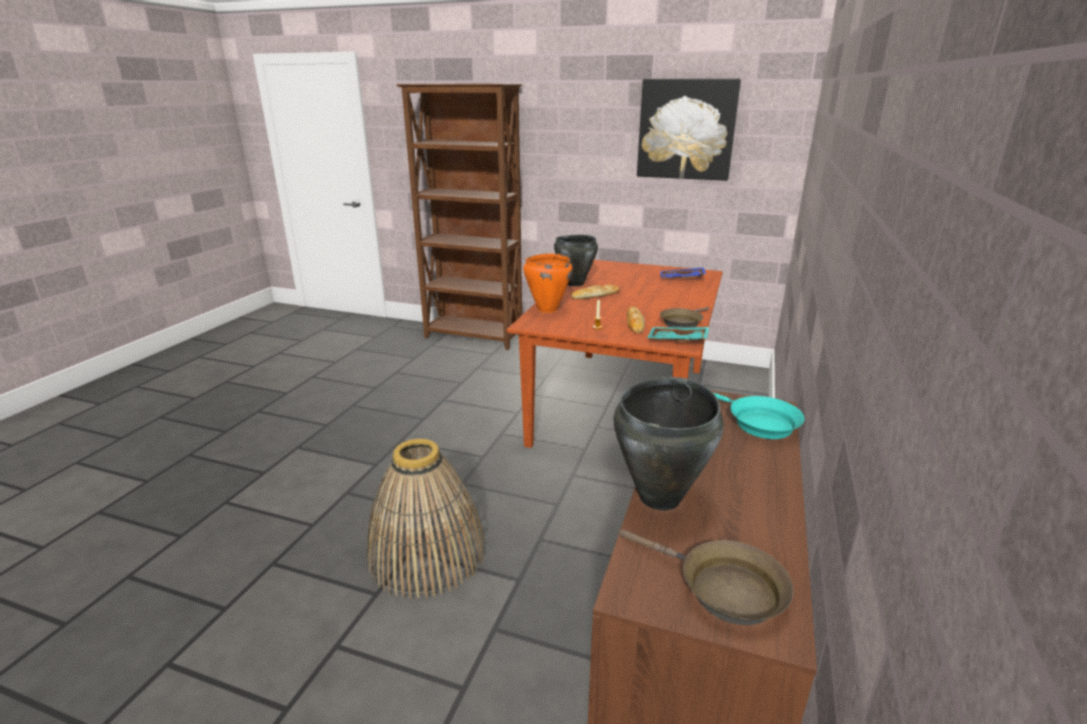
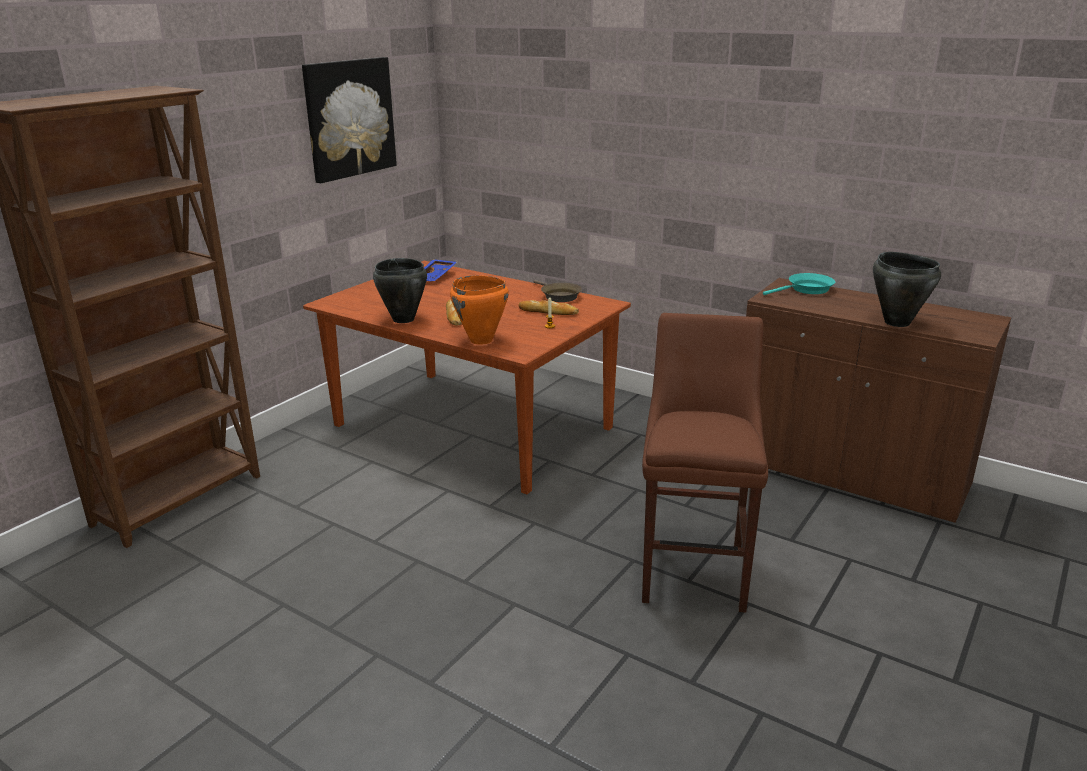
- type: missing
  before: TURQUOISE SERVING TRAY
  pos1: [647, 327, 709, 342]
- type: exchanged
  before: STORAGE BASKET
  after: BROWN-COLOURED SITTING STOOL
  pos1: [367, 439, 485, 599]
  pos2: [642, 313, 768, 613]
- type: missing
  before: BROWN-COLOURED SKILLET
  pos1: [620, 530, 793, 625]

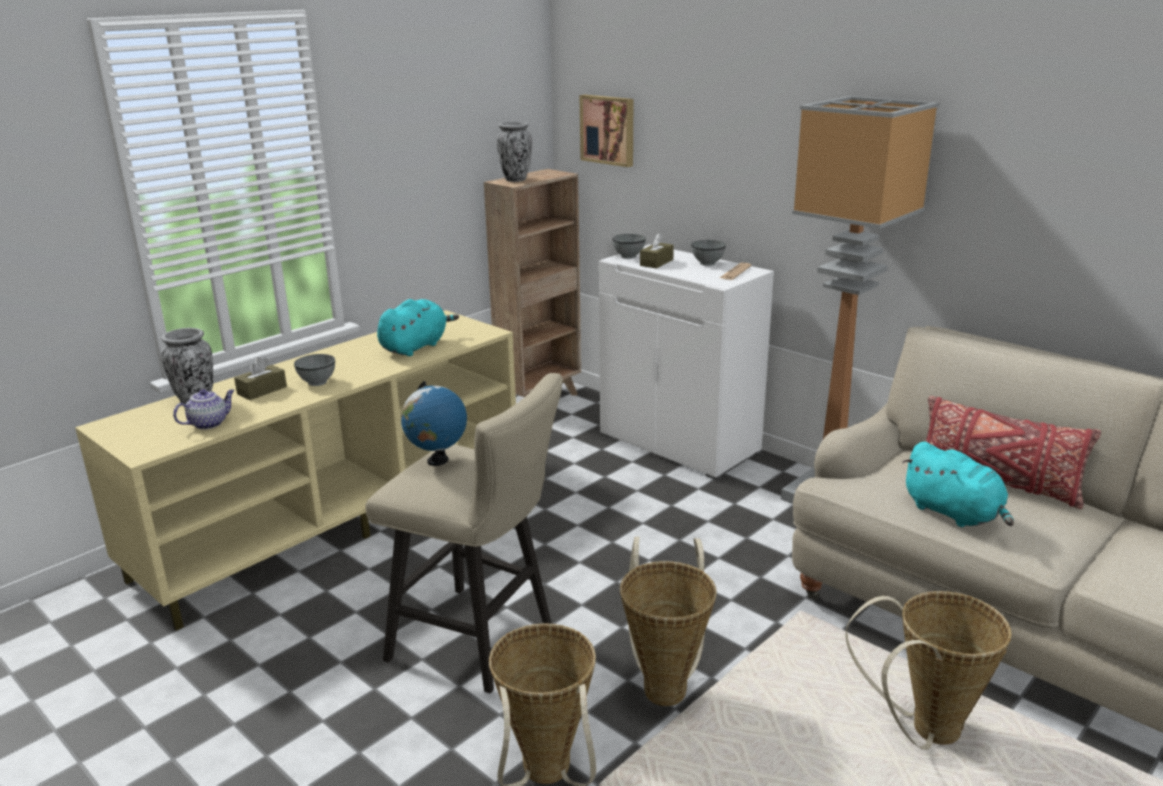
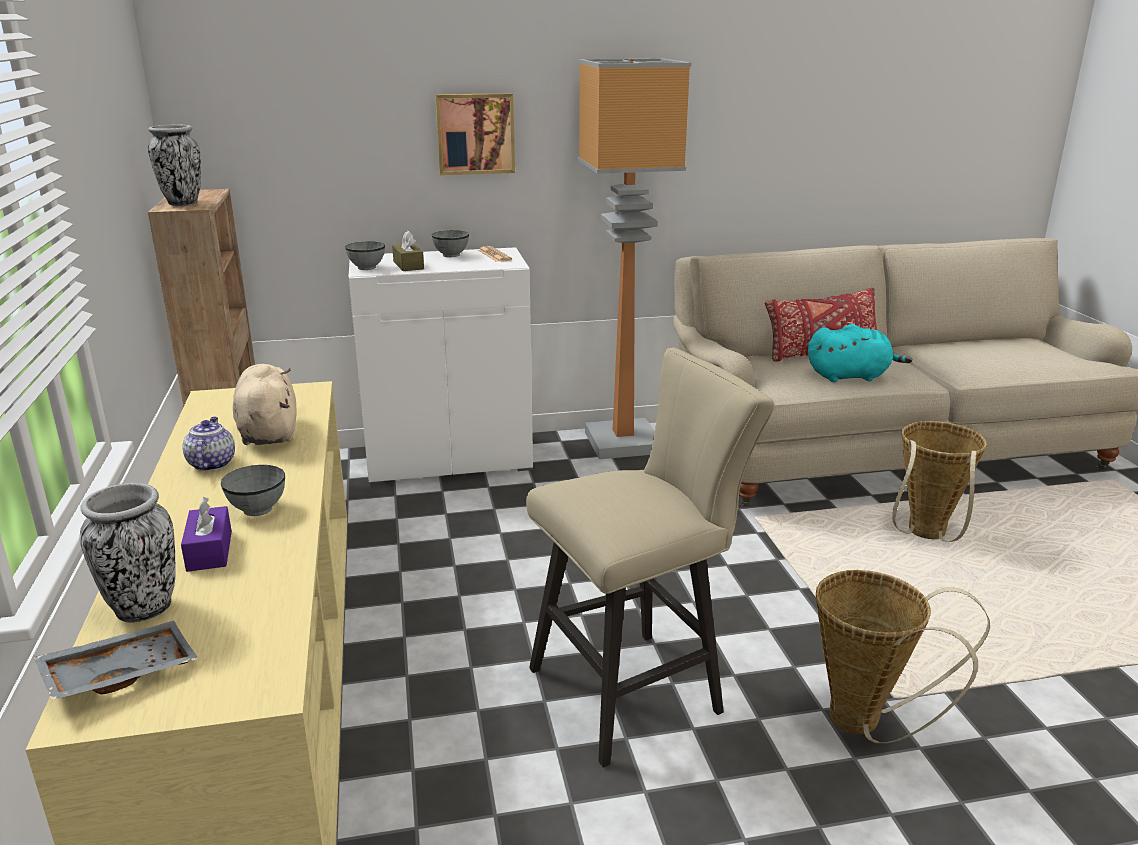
- type: relocated
  before: PICTURE
  pos1: [580, 95, 633, 167]
  pos2: [435, 93, 515, 175]
- type: colour
  before: TURQUOISE PLUSH TOY
  after: BEIGE PLUSH TOY
  pos1: [377, 299, 459, 356]
  pos2: [233, 364, 297, 445]
- type: colour
  before: BROWN-COLOURED BOX OF TISSUES
  after: PURPLISH BOX OF TISSUES
  pos1: [234, 357, 287, 400]
  pos2: [181, 497, 232, 572]
- type: missing
  before: WORLD GLOBE
  pos1: [401, 381, 467, 466]
- type: relocated
  before: TEAPOT
  pos1: [173, 389, 235, 430]
  pos2: [182, 417, 235, 471]
- type: missing
  before: STORAGE BASKET
  pos1: [620, 536, 717, 706]
- type: appeared
  after: GREY SERVING TRAY
  pos2: [34, 621, 198, 700]

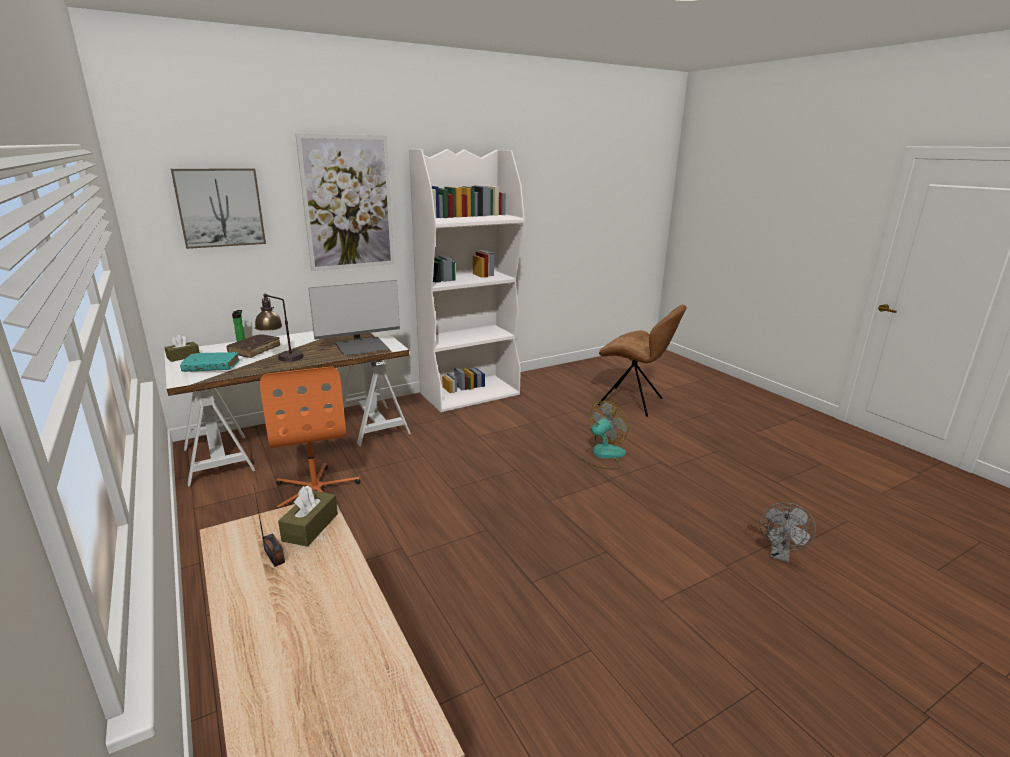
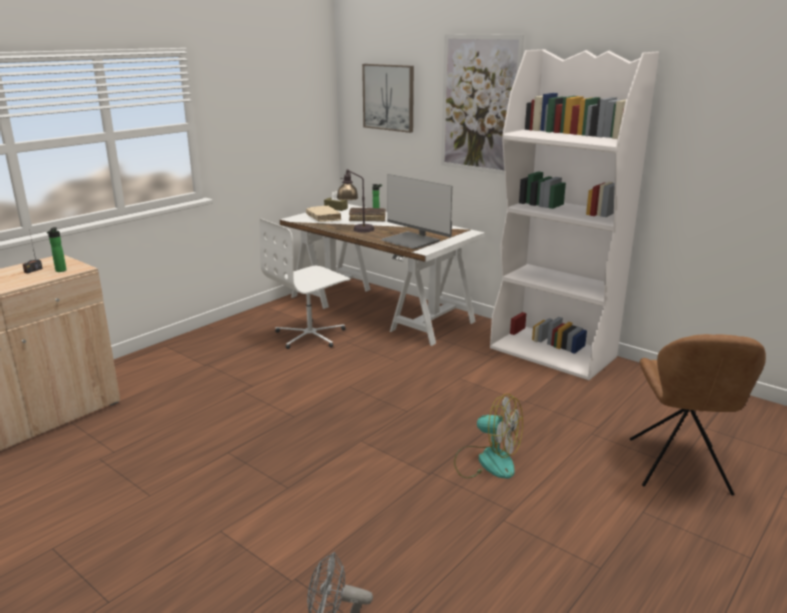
- type: colour
  before: TURQUOISE VOLUME
  after: BEIGE VOLUME
  pos1: [180, 352, 240, 372]
  pos2: [306, 205, 341, 222]
- type: colour
  before: ORANGE-COLOURED COMPUTER CHAIR
  after: WHITISH COMPUTER CHAIR
  pos1: [260, 366, 360, 509]
  pos2: [259, 219, 350, 349]
- type: exchanged
  before: BROWN-COLOURED BOX OF TISSUES
  after: BEVERAGE BOTTLE
  pos1: [278, 486, 338, 547]
  pos2: [47, 227, 67, 272]

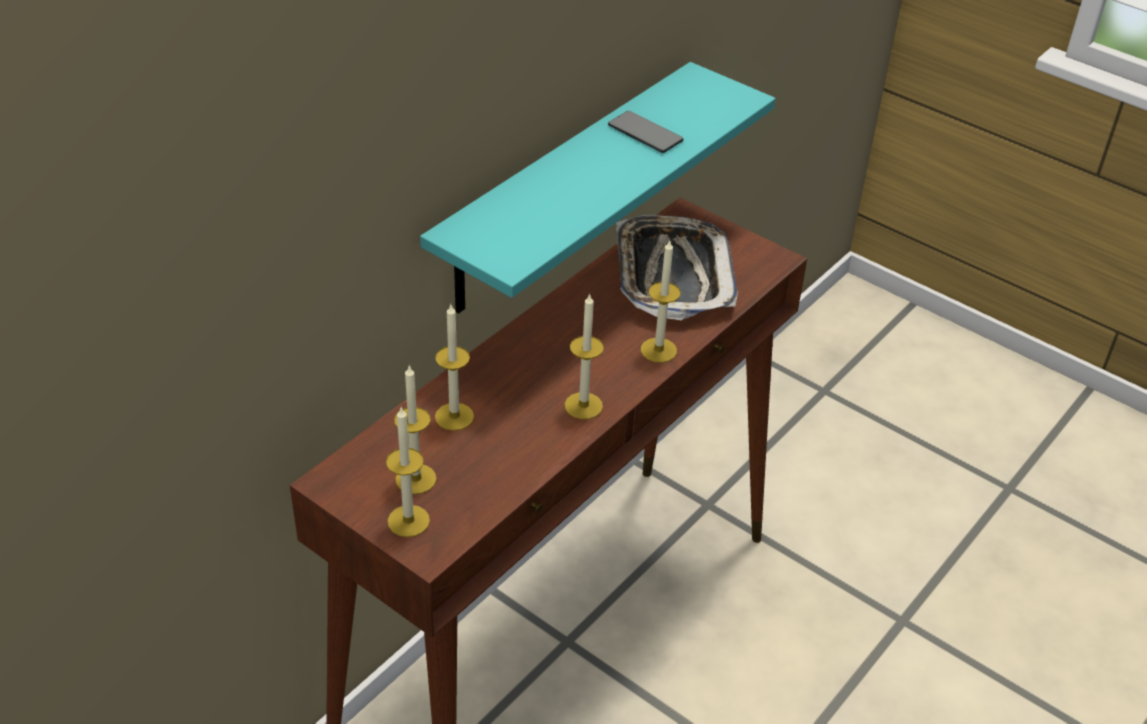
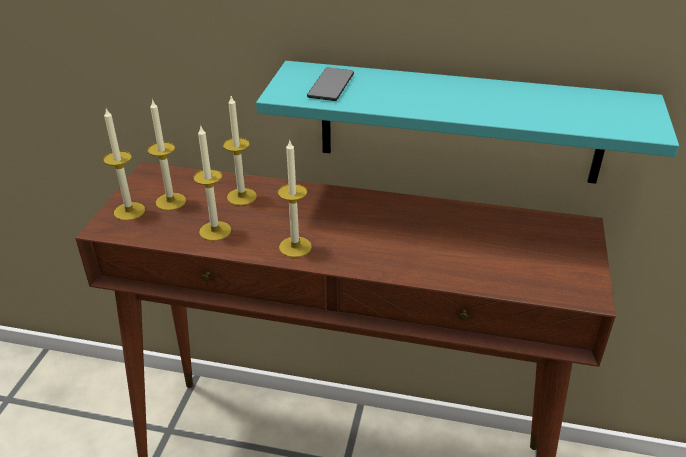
- type: relocated
  before: HANDSET
  pos1: [608, 111, 683, 153]
  pos2: [307, 68, 354, 101]
- type: missing
  before: SERVING TRAY
  pos1: [617, 215, 738, 320]
- type: relocated
  before: WAX LIGHT
  pos1: [641, 239, 681, 363]
  pos2: [193, 126, 231, 241]

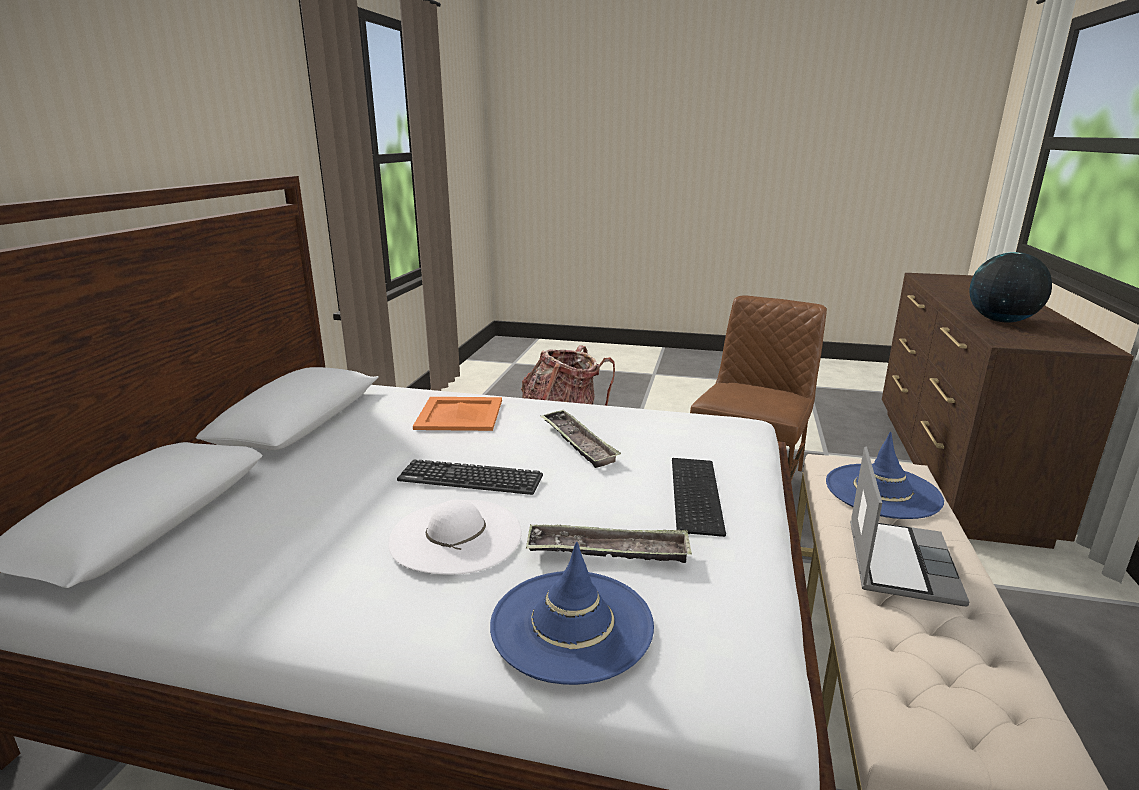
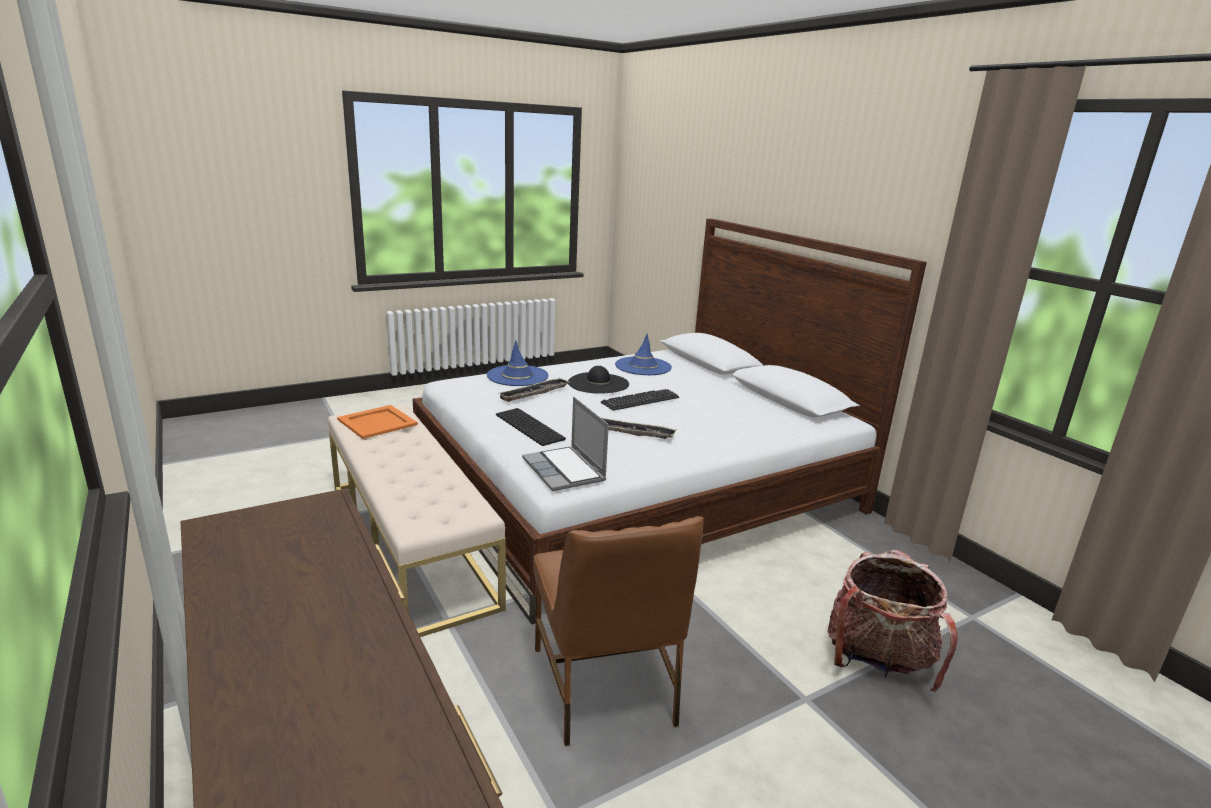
- type: missing
  before: WORLD GLOBE
  pos1: [969, 252, 1052, 323]
- type: relocated
  before: ORANGE-COLOURED SERVING TRAY
  pos1: [413, 397, 502, 431]
  pos2: [337, 405, 418, 439]
- type: relocated
  before: BLUE-COLOURED WEARABLE HAT
  pos1: [826, 432, 944, 519]
  pos2: [615, 334, 672, 375]
- type: relocated
  before: NOTEBOOK COMPUTER
  pos1: [850, 447, 969, 606]
  pos2: [522, 397, 609, 491]
- type: colour
  before: WHITISH WEARABLE HAT
  after: BLACK WEARABLE HAT
  pos1: [388, 499, 521, 575]
  pos2: [568, 366, 629, 394]

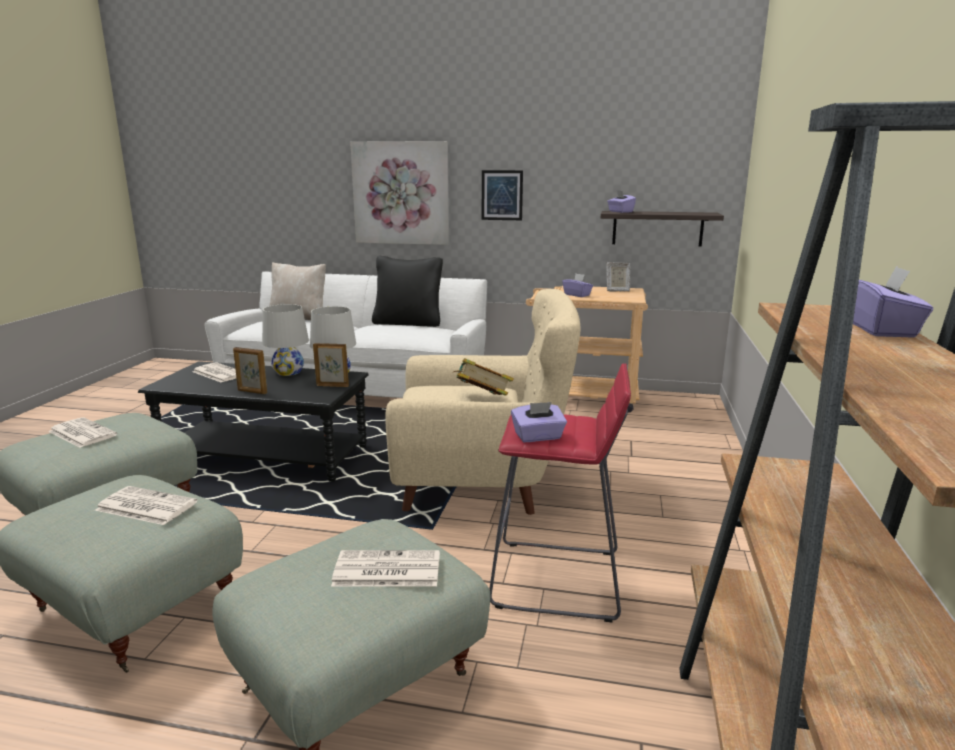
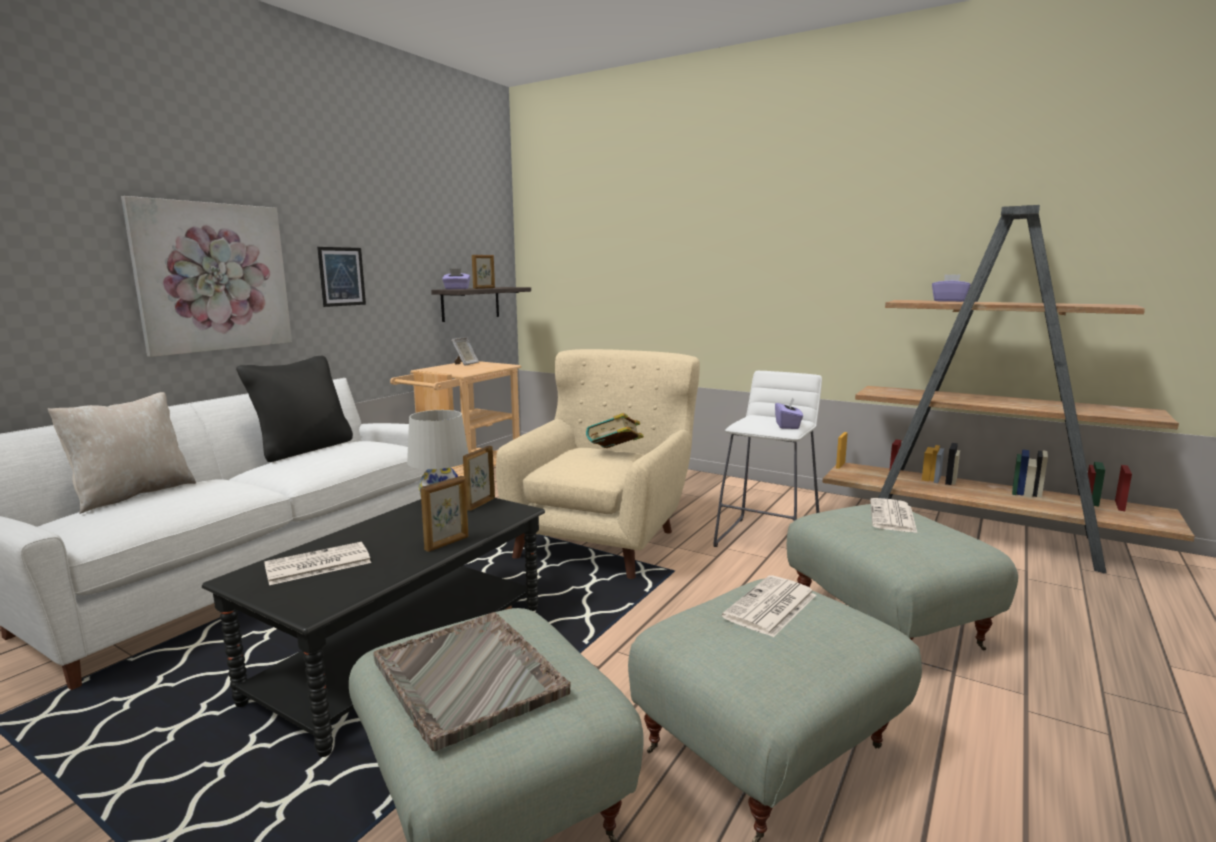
- type: missing
  before: PURPLISH BOX OF TISSUES
  pos1: [562, 274, 593, 297]
- type: missing
  before: WHITISH TABLETOP LAMP
  pos1: [262, 304, 309, 376]
- type: colour
  before: RED SITTING STOOL
  after: WHITISH SITTING STOOL
  pos1: [490, 363, 631, 622]
  pos2: [714, 371, 822, 547]
- type: exchanged
  before: PRINTED PAPER
  after: GREY SERVING TRAY
  pos1: [48, 418, 117, 448]
  pos2: [373, 612, 571, 751]
- type: appeared
  after: PICTURE FRAME
  pos2: [472, 255, 495, 289]

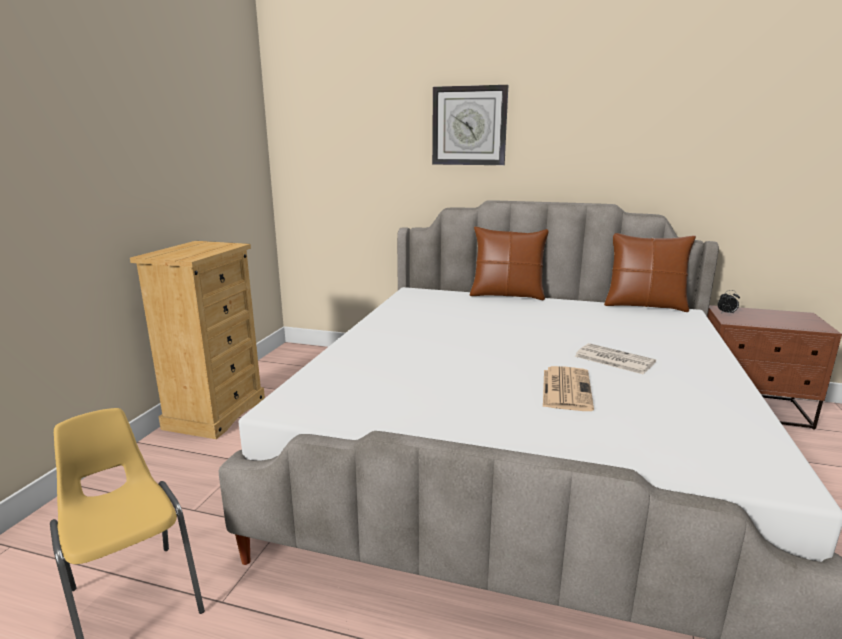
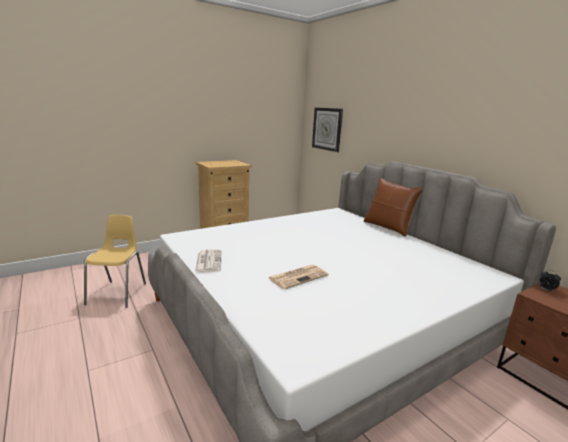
- type: relocated
  before: HANGING CLOCK
  pos1: [432, 85, 508, 165]
  pos2: [312, 107, 343, 152]
- type: missing
  before: BROWN-COLOURED PILLOW
  pos1: [604, 233, 696, 312]
- type: relocated
  before: PRINTED PAPER
  pos1: [575, 343, 656, 374]
  pos2: [195, 249, 221, 272]

